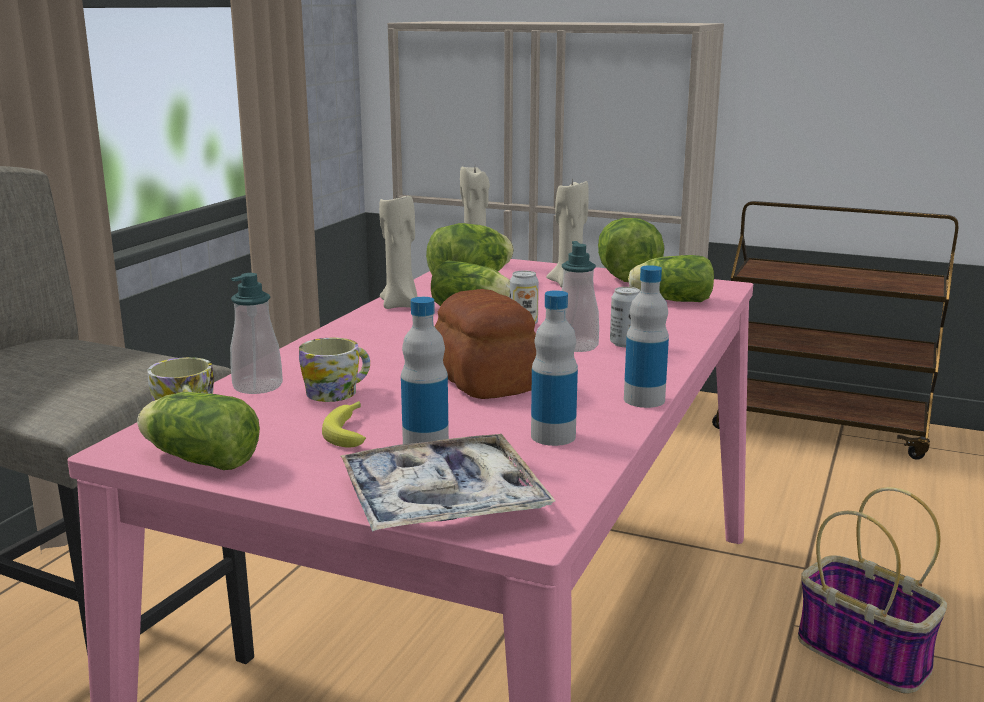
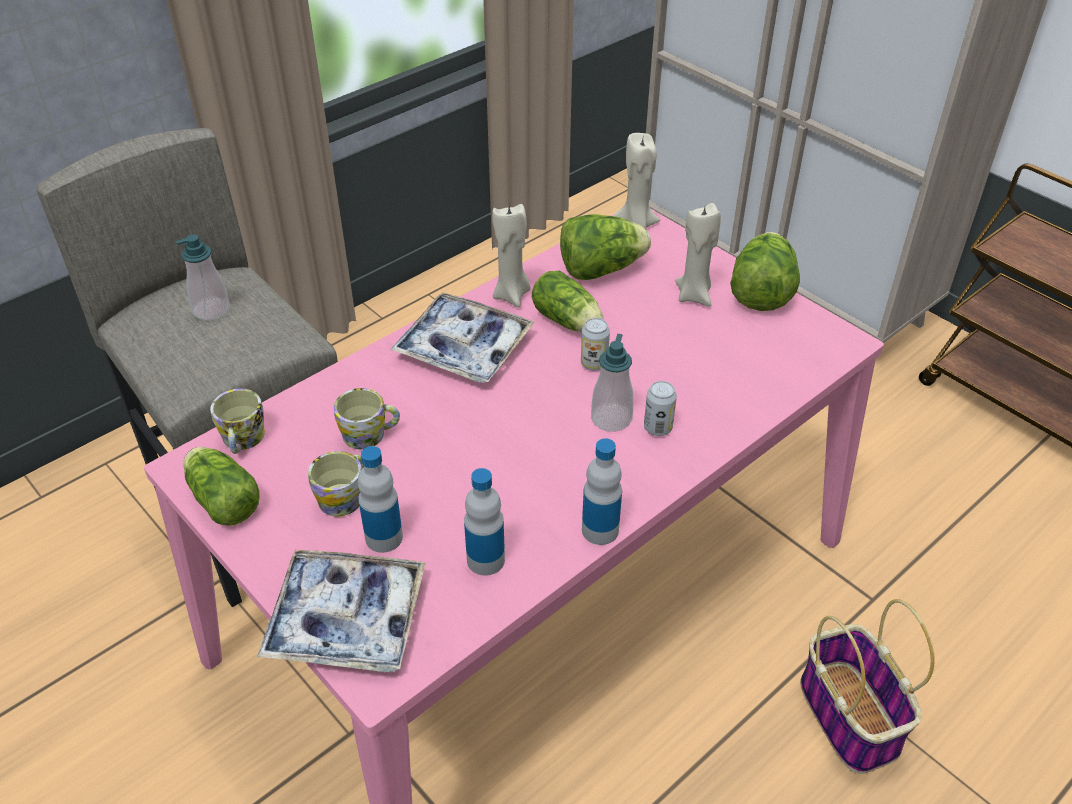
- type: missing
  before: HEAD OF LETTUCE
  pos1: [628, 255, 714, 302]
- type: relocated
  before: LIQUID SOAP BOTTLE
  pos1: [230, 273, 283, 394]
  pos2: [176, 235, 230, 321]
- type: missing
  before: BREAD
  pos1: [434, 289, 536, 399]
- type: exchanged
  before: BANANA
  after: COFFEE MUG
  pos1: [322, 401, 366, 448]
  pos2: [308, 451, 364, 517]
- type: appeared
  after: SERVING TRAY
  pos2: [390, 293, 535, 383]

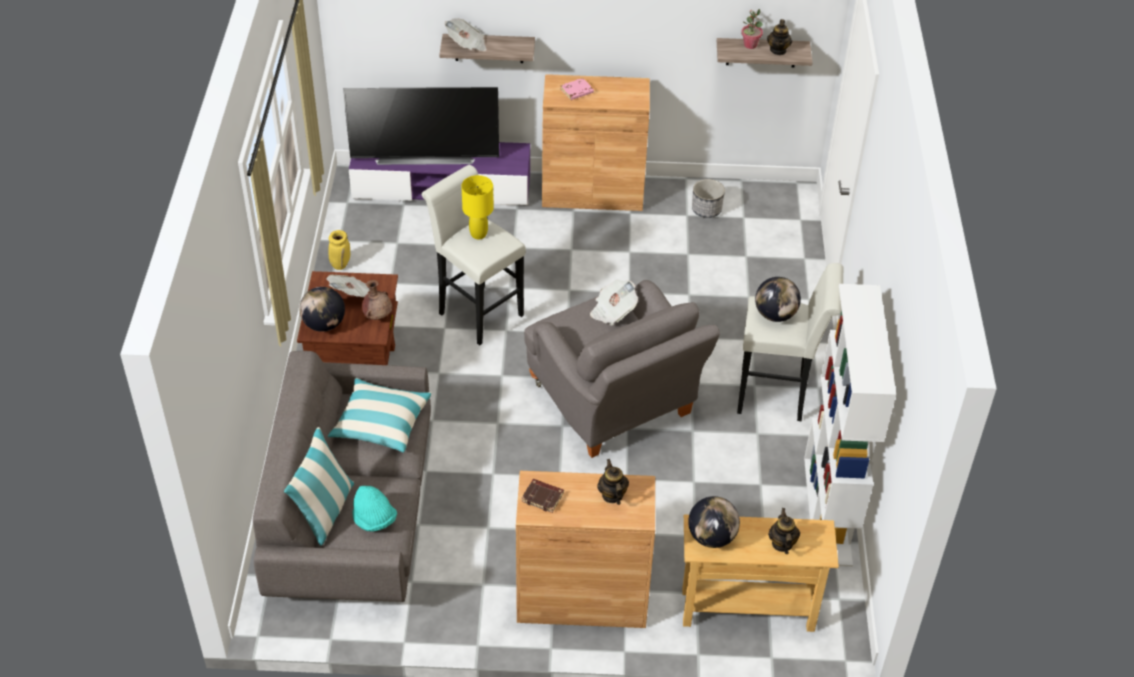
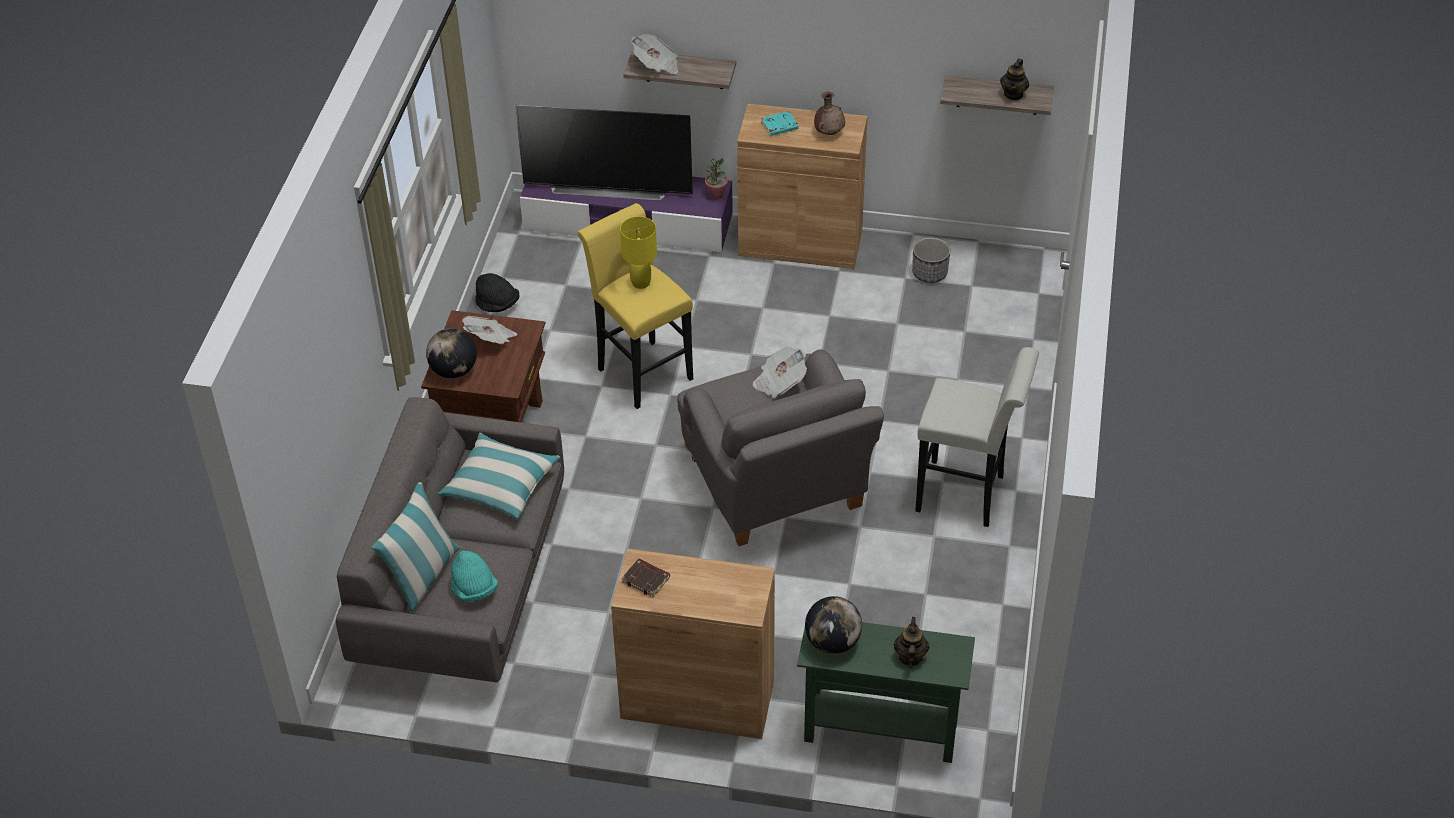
- type: relocated
  before: POTTED PLANT
  pos1: [741, 9, 763, 49]
  pos2: [705, 158, 728, 199]
- type: colour
  before: PINK-COLOURED VOLUME
  after: TURQUOISE VOLUME
  pos1: [560, 78, 594, 100]
  pos2: [761, 111, 799, 136]
- type: colour
  before: WHITISH SITTING STOOL
  after: YELLOW SITTING STOOL
  pos1: [421, 165, 526, 346]
  pos2: [577, 203, 693, 409]
- type: exchanged
  before: YELLOW FLOWER VASE
  after: BLACK WEARABLE HAT
  pos1: [328, 230, 350, 270]
  pos2: [475, 273, 520, 312]
- type: missing
  before: WORLD GLOBE
  pos1: [755, 277, 801, 322]
- type: relocated
  before: BROWN-COLOURED FLOWER VASE
  pos1: [362, 280, 392, 320]
  pos2: [814, 92, 845, 135]
- type: missing
  before: WHITISH BOOKSHELF
  pos1: [804, 284, 896, 567]
- type: missing
  before: TEAPOT
  pos1: [597, 459, 629, 505]
- type: colour
  before: BEIGE HALL TABLE
  after: GREENISH HALL TABLE
  pos1: [682, 515, 839, 632]
  pos2: [797, 622, 975, 763]

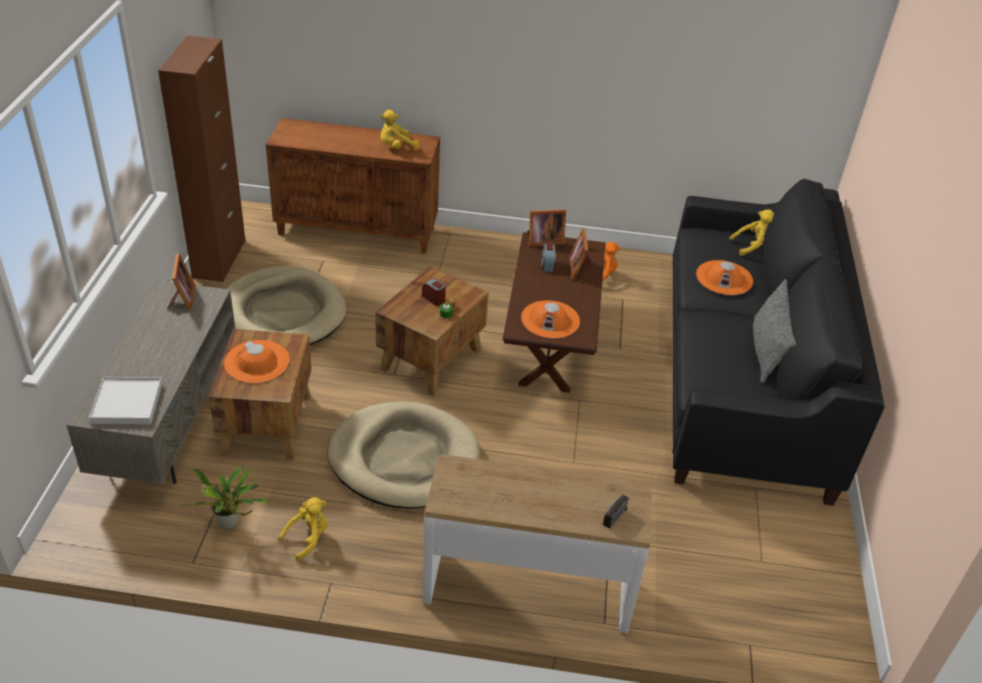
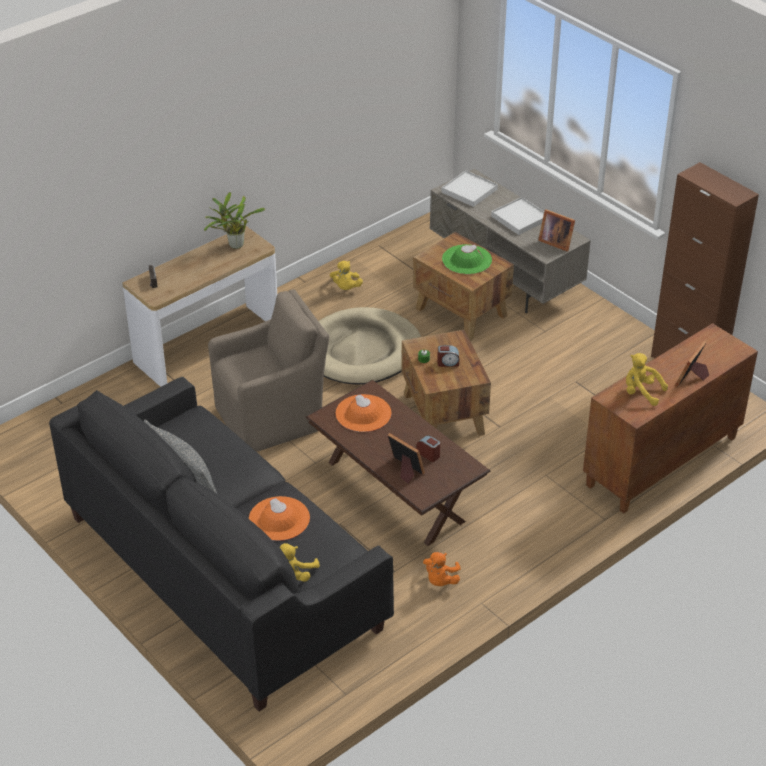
- type: spun
  before: YELLOW PLUSH TOY
  pos1: [380, 110, 419, 149]
  pos2: [626, 353, 668, 406]
  turn: -75
- type: relocated
  before: PICTURE FRAME
  pos1: [527, 209, 566, 246]
  pos2: [675, 341, 709, 388]
- type: missing
  before: BEIGE DOG CUSHION
  pos1: [226, 266, 346, 345]
- type: colour
  before: ORANGE-COLOURED WEARABLE HAT
  after: GREENISH WEARABLE HAT
  pos1: [224, 340, 290, 383]
  pos2: [442, 244, 492, 274]
- type: relocated
  before: POTTED PLANT
  pos1: [178, 466, 269, 529]
  pos2: [204, 192, 265, 249]
- type: appeared
  after: WHITISH SERVING TRAY
  pos2: [491, 197, 544, 235]
- type: appeared
  after: BROWN-COLOURED EASY CHAIR
  pos2: [208, 289, 329, 452]

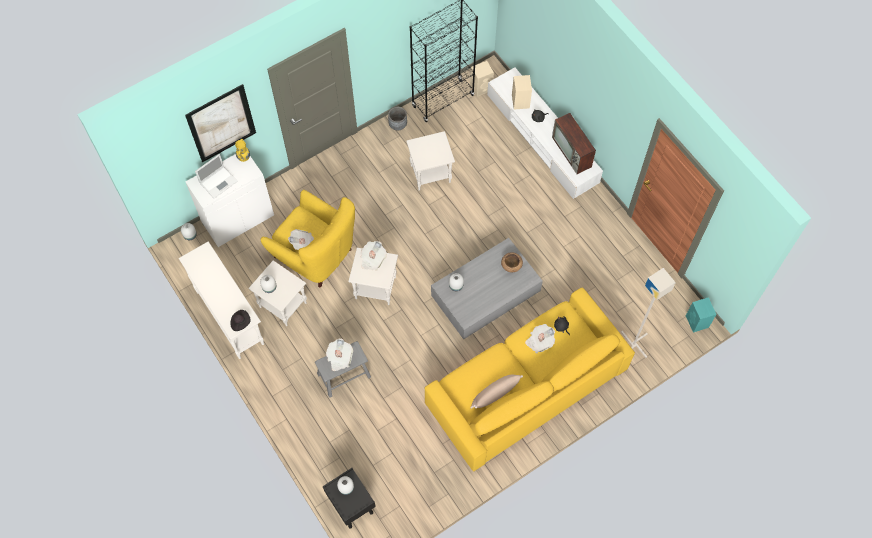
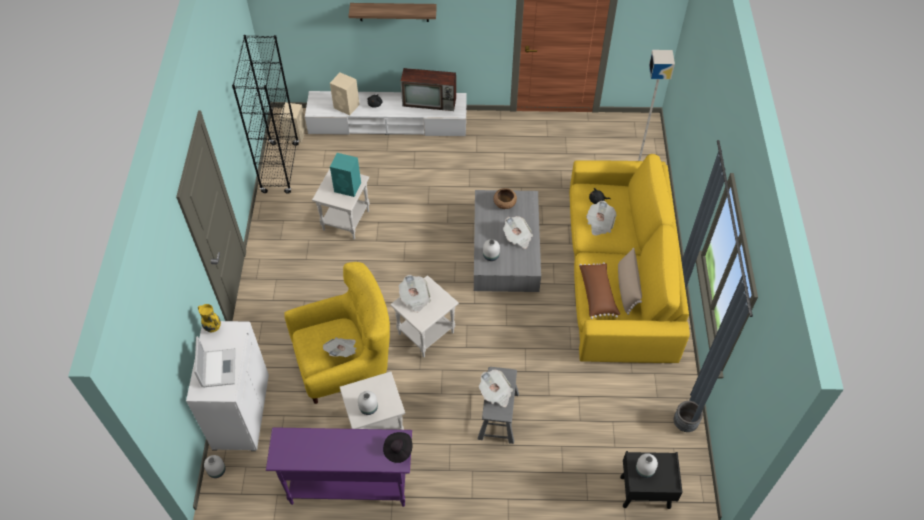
- type: missing
  before: PICTURE
  pos1: [185, 84, 256, 162]
- type: relocated
  before: GREY PLANT POT
  pos1: [388, 107, 407, 131]
  pos2: [674, 401, 703, 432]
- type: colour
  before: WHITISH HALL TABLE
  after: PURPLISH HALL TABLE
  pos1: [179, 242, 264, 359]
  pos2: [266, 427, 412, 507]
- type: relocated
  before: TURQUOISE LOUDSPEAKER
  pos1: [686, 297, 716, 333]
  pos2: [330, 153, 361, 197]
- type: appeared
  after: BRACKET SHELF
  pos2: [348, 3, 437, 22]
- type: appeared
  after: PRINTED PAPER
  pos2: [503, 216, 533, 249]
- type: appeared
  after: BROWN-COLOURED PILLOW
  pos2: [579, 262, 620, 319]

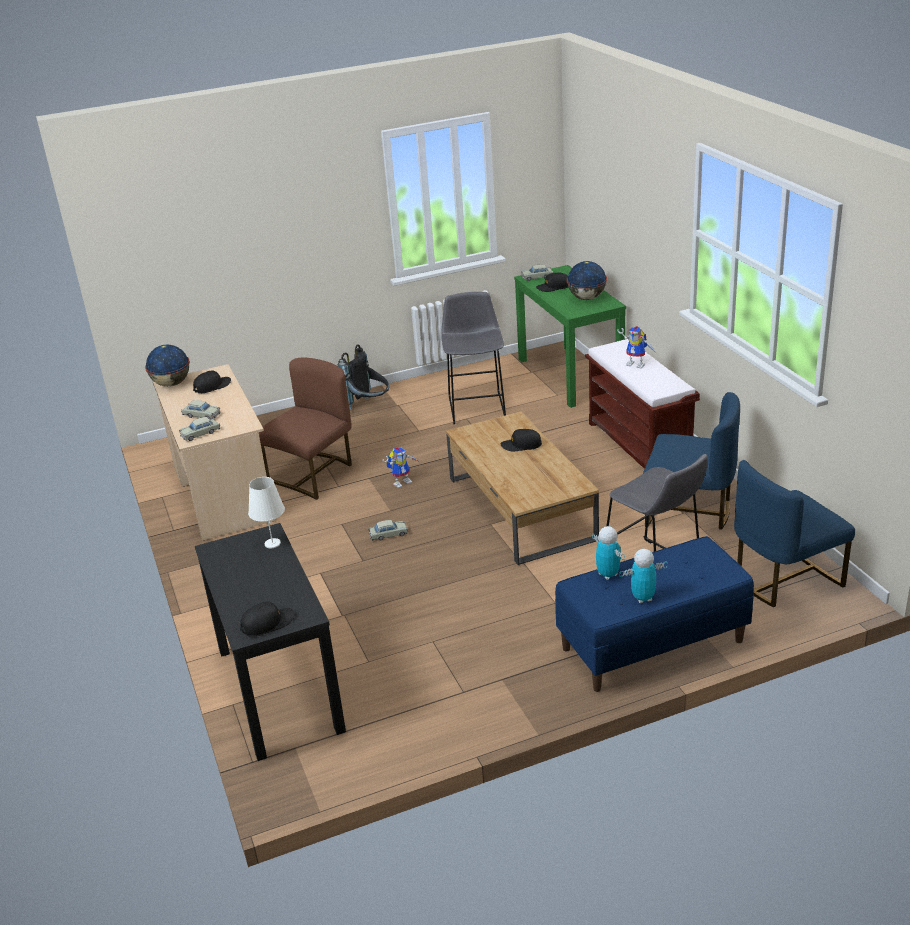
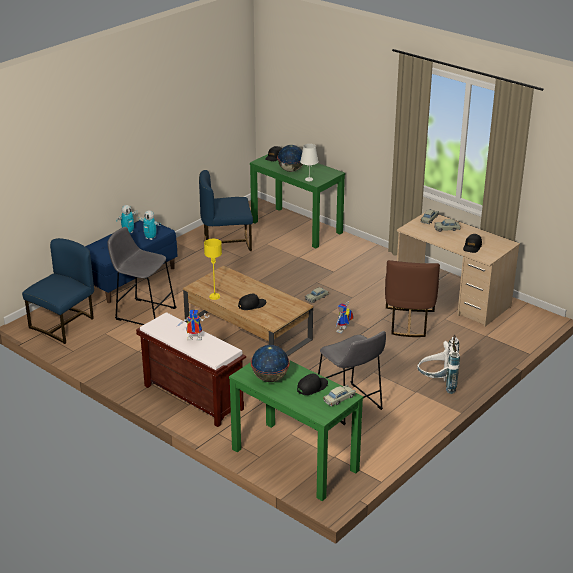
- type: relocated
  before: WORLD GLOBE
  pos1: [145, 344, 190, 387]
  pos2: [277, 145, 303, 172]
- type: colour
  before: BLACK KNAPSACK
  after: WHITISH KNAPSACK
  pos1: [337, 344, 389, 410]
  pos2: [417, 335, 460, 394]
- type: relocated
  before: BLUE-COLOURED UPRIGHT CHAIR
  pos1: [643, 392, 740, 530]
  pos2: [199, 170, 253, 251]
- type: colour
  before: BLACK HALL TABLE
  after: GREENISH HALL TABLE
  pos1: [195, 523, 346, 761]
  pos2: [250, 154, 345, 248]
- type: appeared
  after: YELLOW TABLETOP LAMP
  pos2: [204, 239, 222, 300]

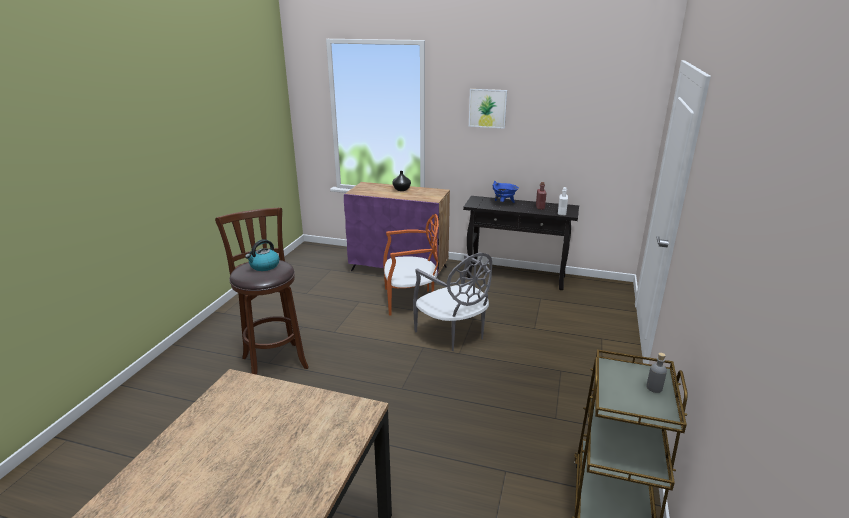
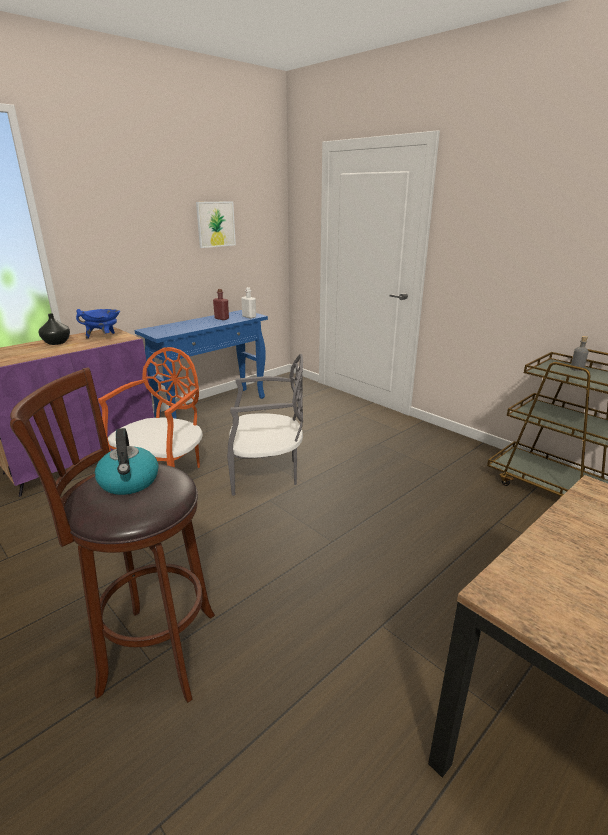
- type: relocated
  before: PICTURE
  pos1: [469, 89, 507, 129]
  pos2: [196, 201, 236, 248]
- type: relocated
  before: BLUE-COLOURED SAUCEPOT
  pos1: [492, 181, 519, 203]
  pos2: [76, 309, 120, 339]
- type: colour
  before: BLACK HALL TABLE
  after: BLUE-COLOURED HALL TABLE
  pos1: [463, 196, 579, 290]
  pos2: [135, 310, 268, 419]

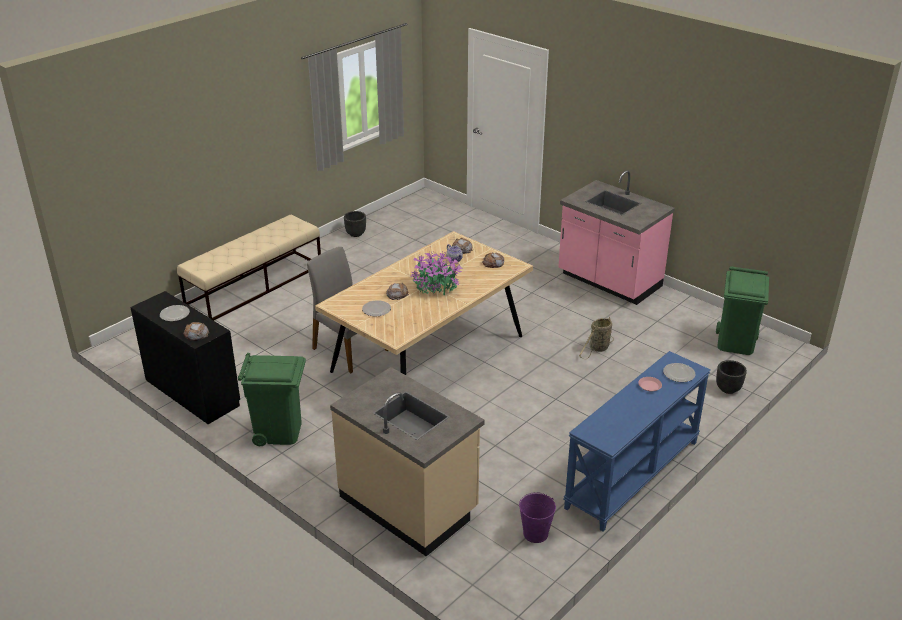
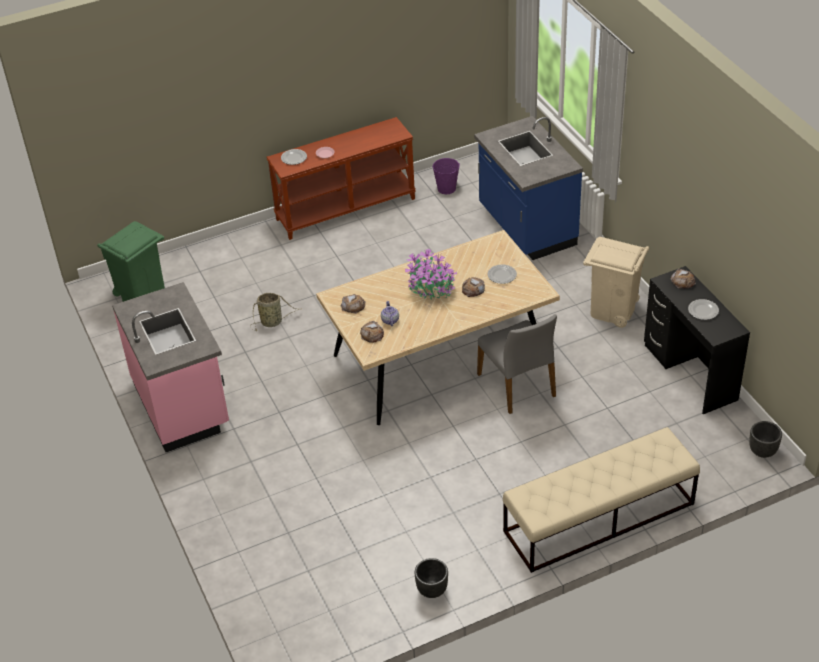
- type: colour
  before: BLUE-COLOURED HALL TABLE
  after: BROWN-COLOURED HALL TABLE
  pos1: [563, 351, 711, 531]
  pos2: [267, 117, 416, 240]
- type: colour
  before: GREENISH TRASH CAN
  after: BEIGE TRASH CAN
  pos1: [238, 353, 306, 446]
  pos2: [583, 237, 649, 328]
- type: relocated
  before: BLACK PLANT POT
  pos1: [716, 360, 747, 394]
  pos2: [749, 421, 782, 458]
- type: colour
  before: BEIGE KITCHEN BASE UNIT
  after: BLUE-COLOURED KITCHEN BASE UNIT
  pos1: [330, 367, 485, 556]
  pos2: [474, 116, 583, 260]

